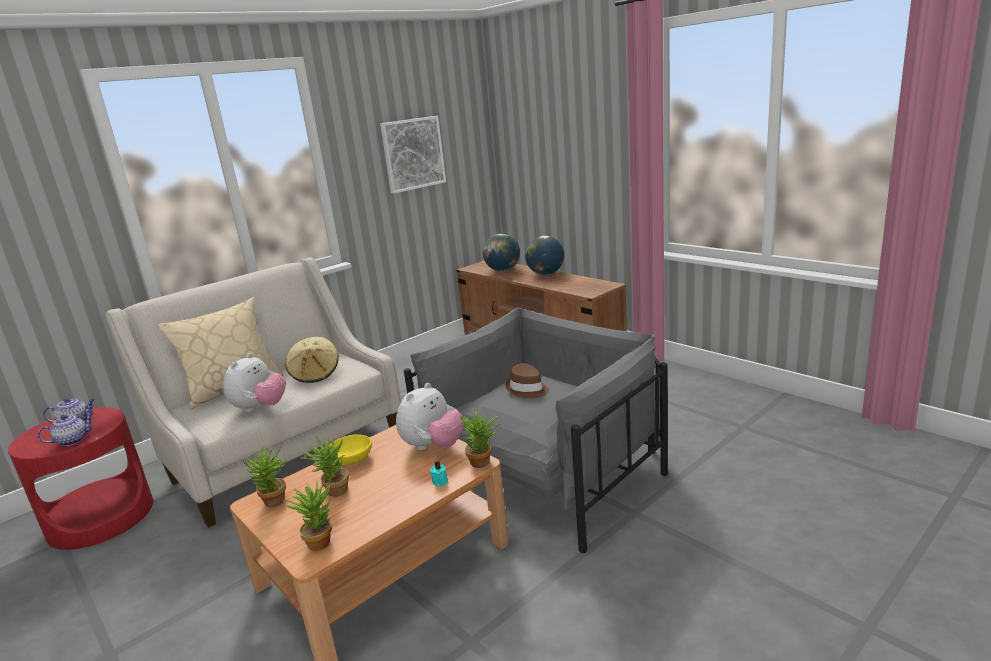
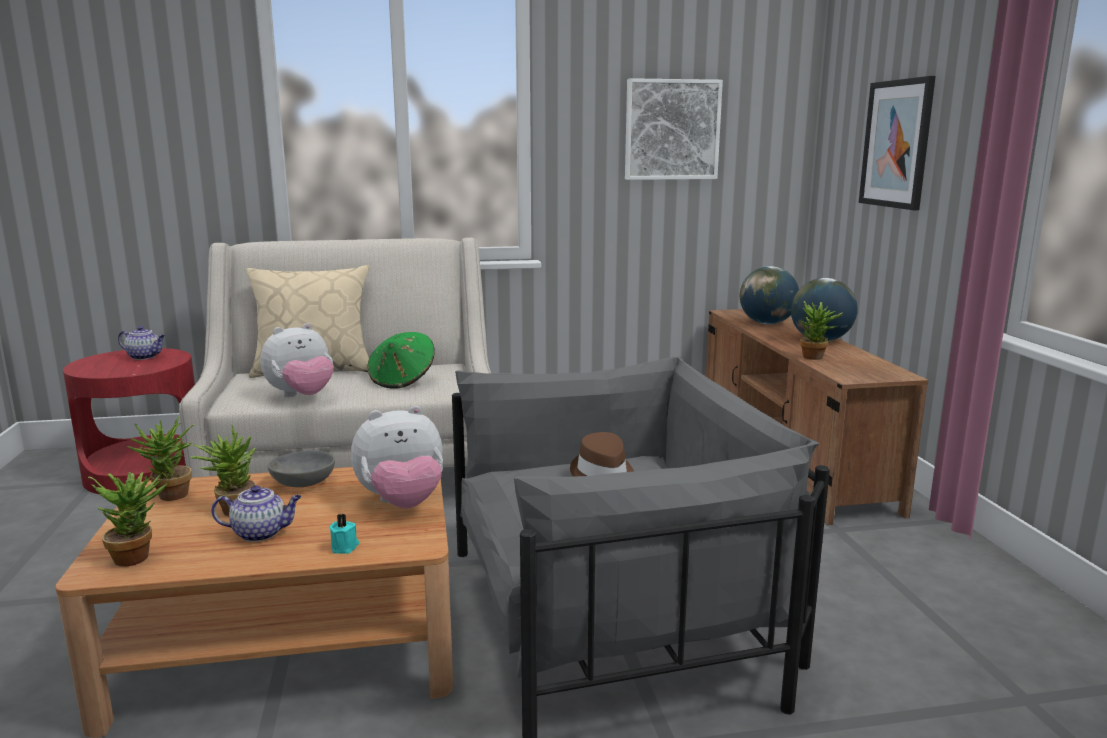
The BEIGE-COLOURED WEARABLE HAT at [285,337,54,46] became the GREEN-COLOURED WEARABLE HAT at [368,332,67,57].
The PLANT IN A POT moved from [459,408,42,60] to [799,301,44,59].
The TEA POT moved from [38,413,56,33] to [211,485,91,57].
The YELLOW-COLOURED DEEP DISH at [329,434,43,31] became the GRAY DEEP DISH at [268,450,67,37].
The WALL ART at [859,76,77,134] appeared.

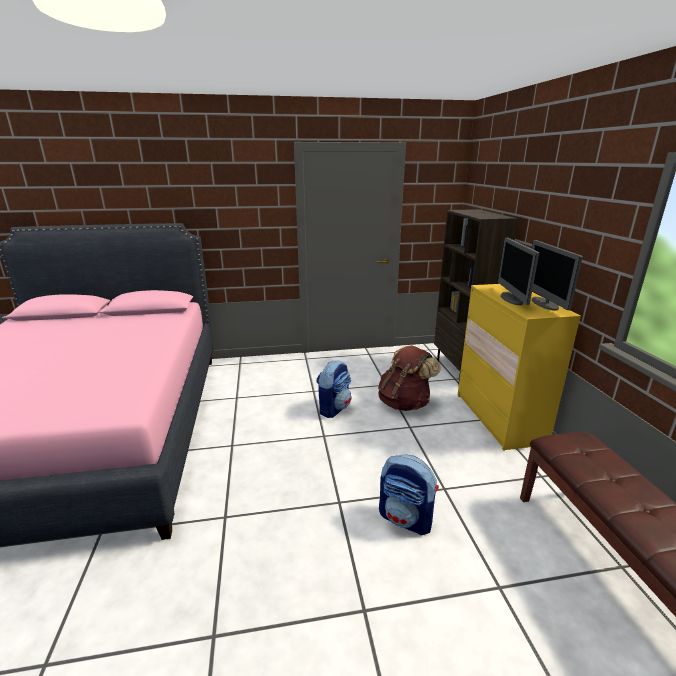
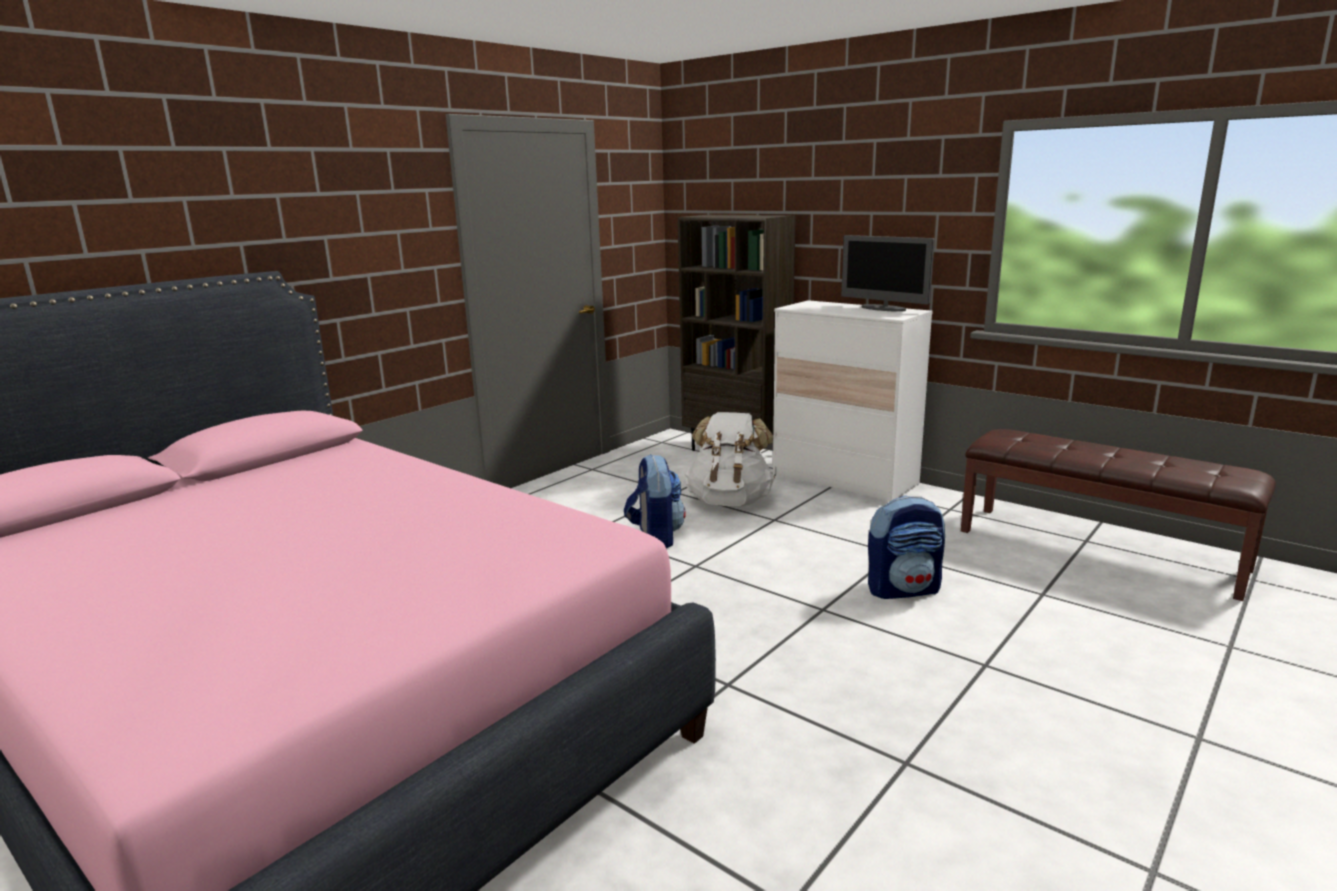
The MONITOR at [498,237,41,68] disappeared.
The YELLOW-COLOURED DRAWER CHEST at [457,284,124,167] became the WHITE-COLOURED DRAWER CHEST at [773,300,160,202].
The BROWN BACKPACK at [378,345,63,66] became the WHITE-COLOURED BACKPACK at [685,412,90,94].

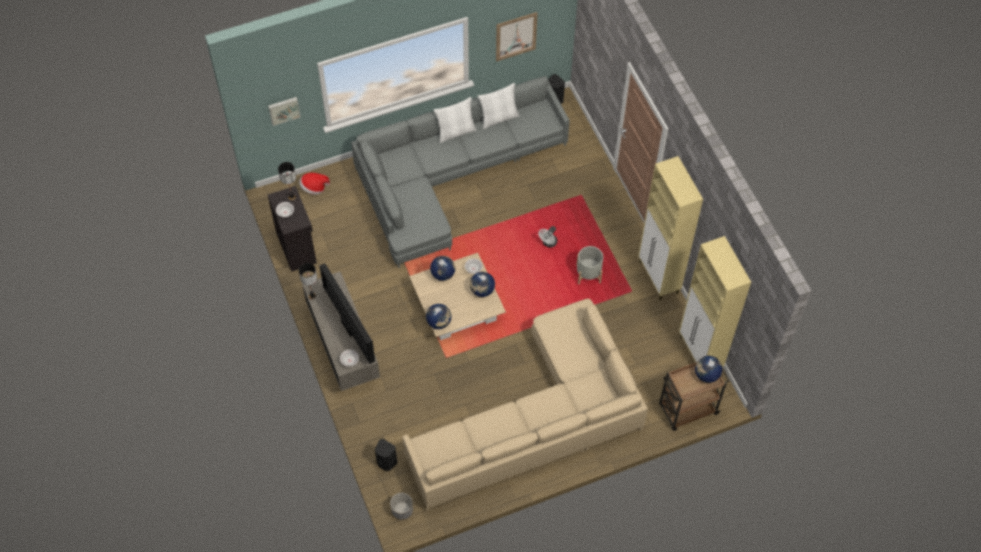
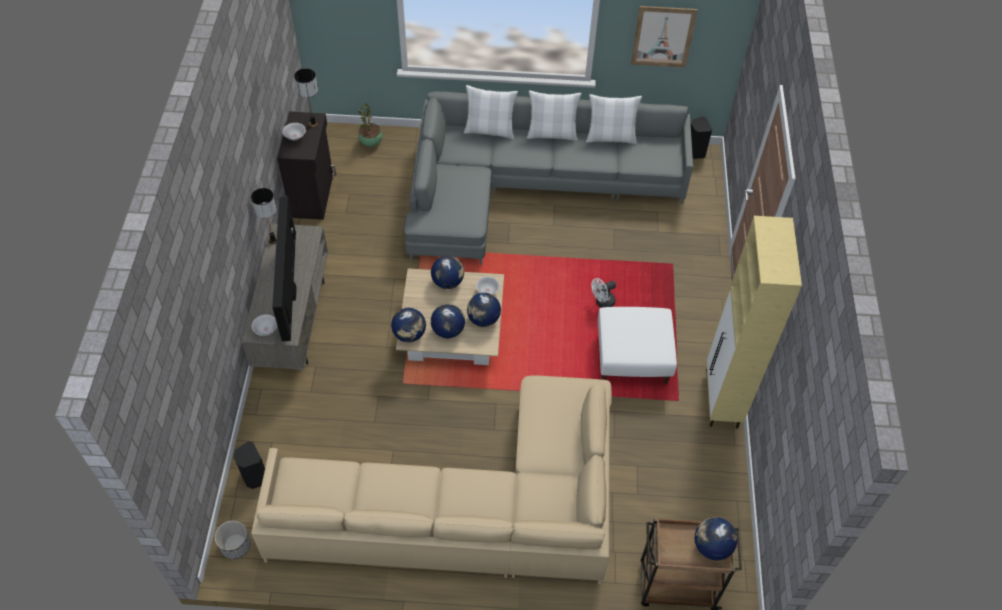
The WALL ART at [268,97,33,29] disappeared.
The WEARABLE HAT at [299,173,31,22] was replaced by the PLANT IN A POT at [358,103,24,44].
The BEIGE-COLOURED STORAGE CABINET at [679,236,72,131] disappeared.
The GRAY PLANT POT at [576,246,27,38] was replaced by the WHITE-COLOURED POUFFE at [598,307,79,77].
The WHITE-COLOURED CUSHION at [464,85,54,54] appeared.
The WORLD GLOBE at [431,304,34,34] appeared.

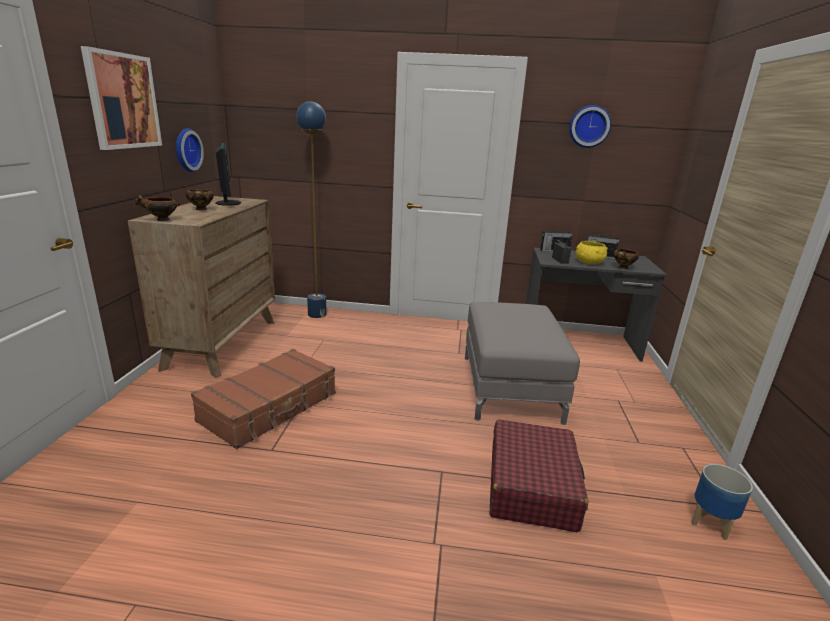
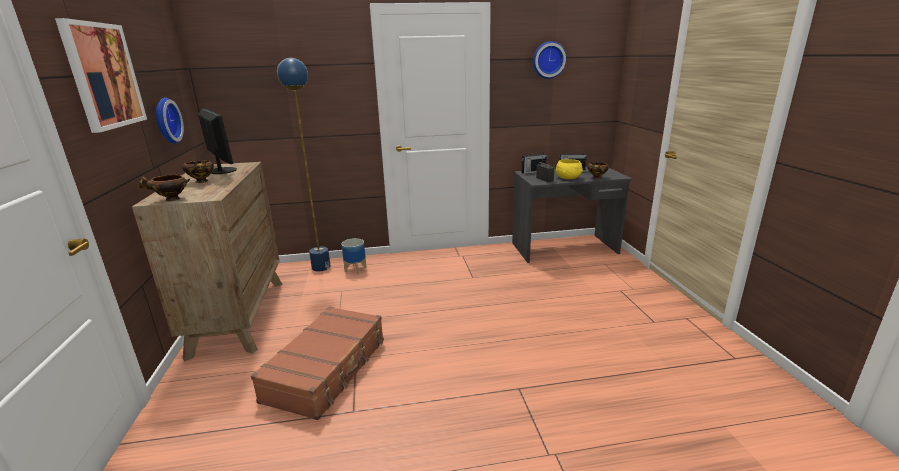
The GRAY POUFFE at [465,302,115,123] disappeared.
The RED-COLOURED PIECE OF LUGGAGE at [490,420,98,112] disappeared.
The PLANT POT moved from [691,464,62,76] to [341,238,26,36].

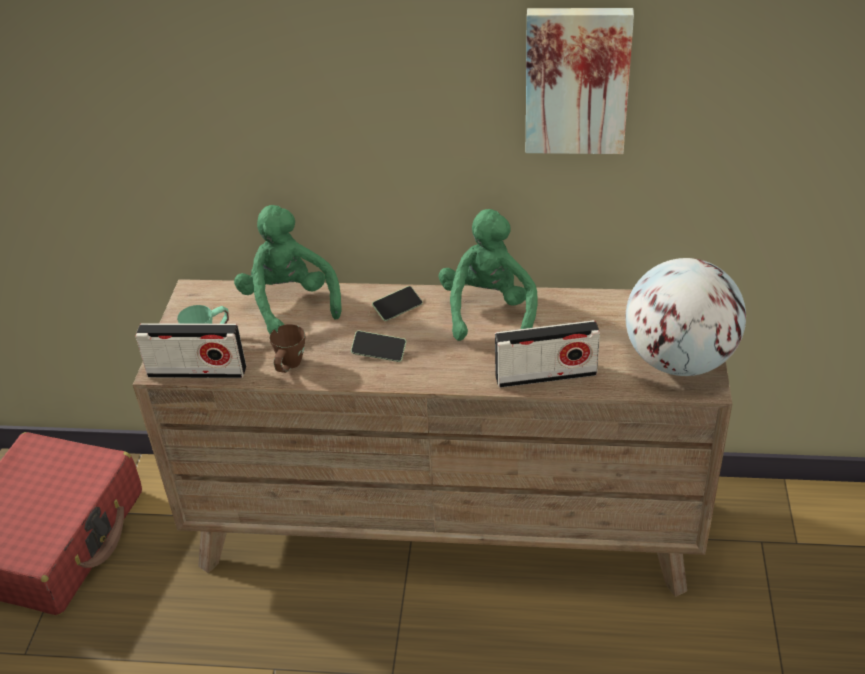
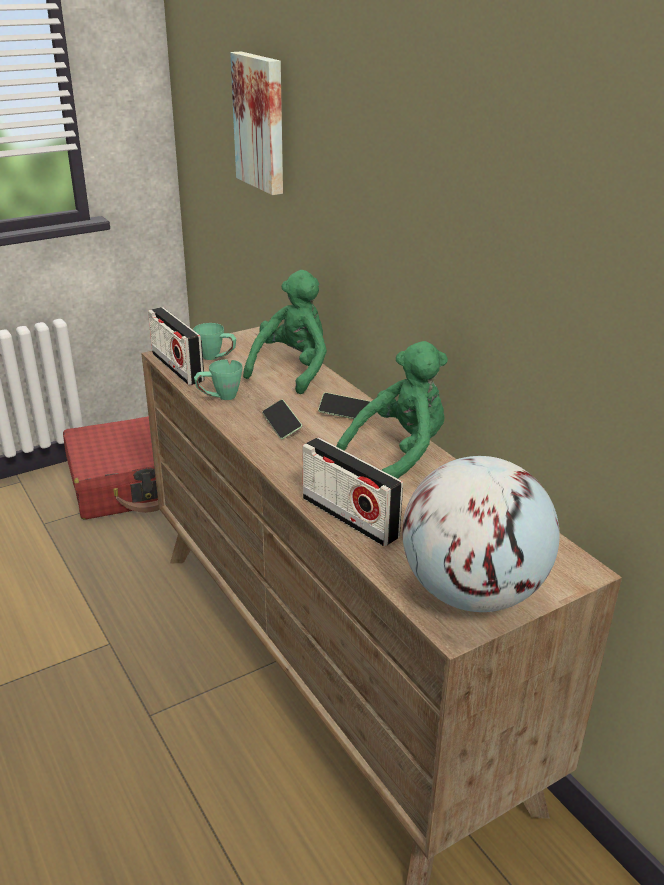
The WALL ART moved from [526,8,108,146] to [230,51,53,144].
The BROWN COFFEE MUG at [269,324,36,49] became the GREEN-COLOURED COFFEE MUG at [194,359,49,41].

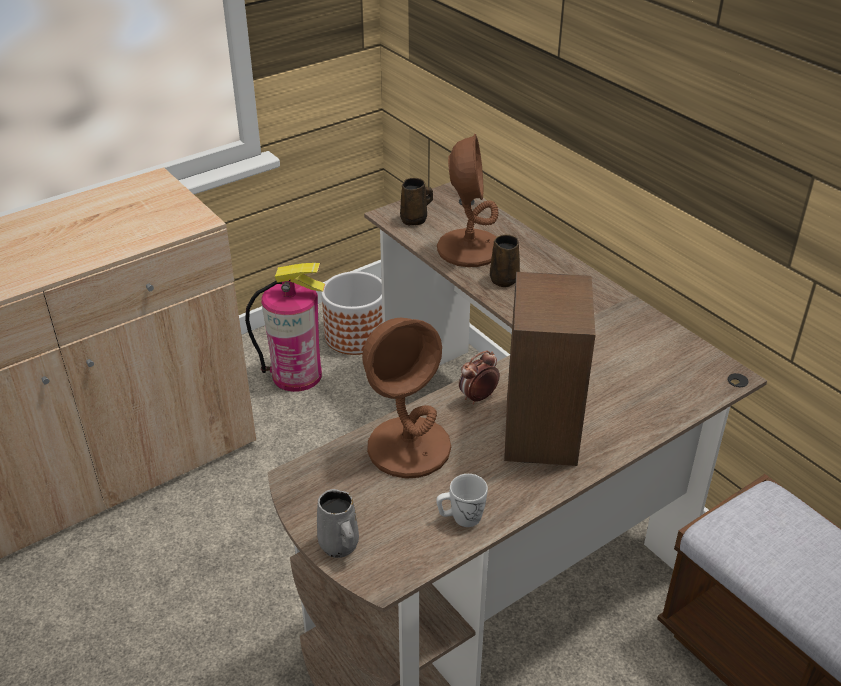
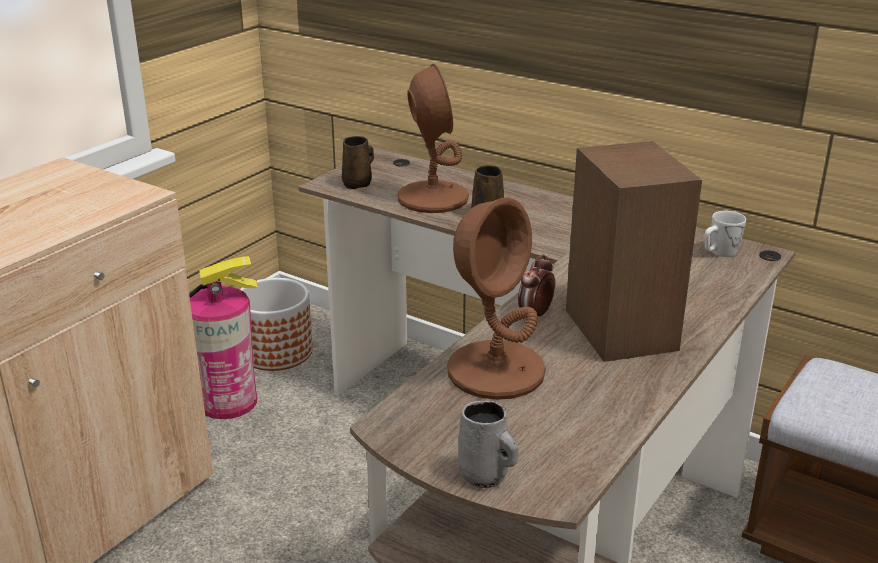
The WHITE-COLOURED COFFEE MUG moved from [436,474,52,53] to [704,211,42,46].

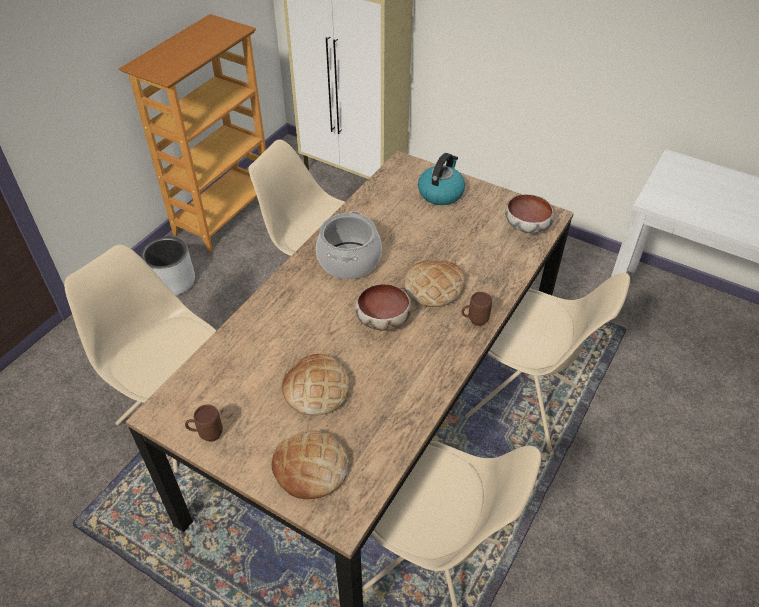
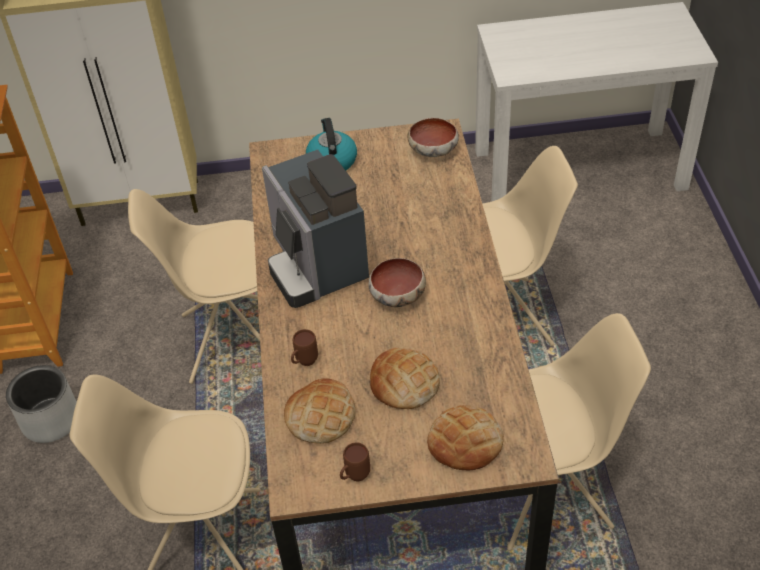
The COOKING POT at [316,211,66,68] was replaced by the COFFEE MAKER at [262,150,107,158].
The BAKERY BREAD moved from [404,261,61,46] to [284,379,72,65].
The BROWN COFFEE MUG moved from [462,292,30,34] to [291,329,27,37].

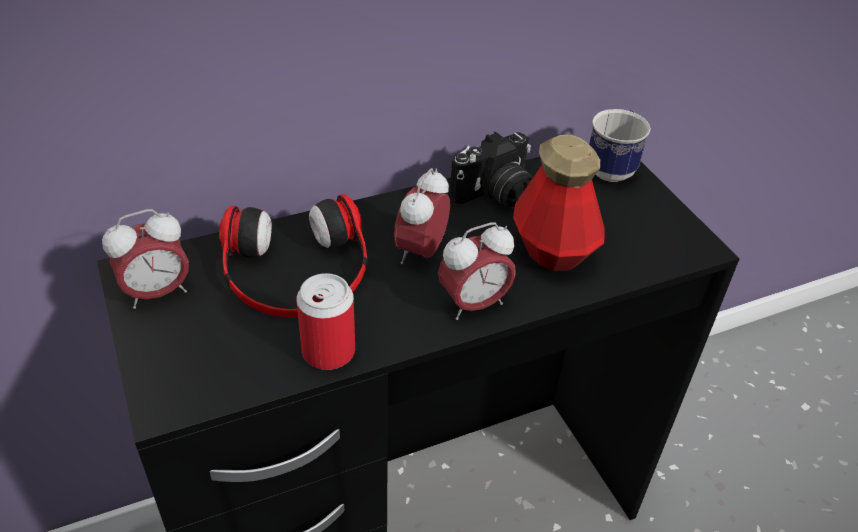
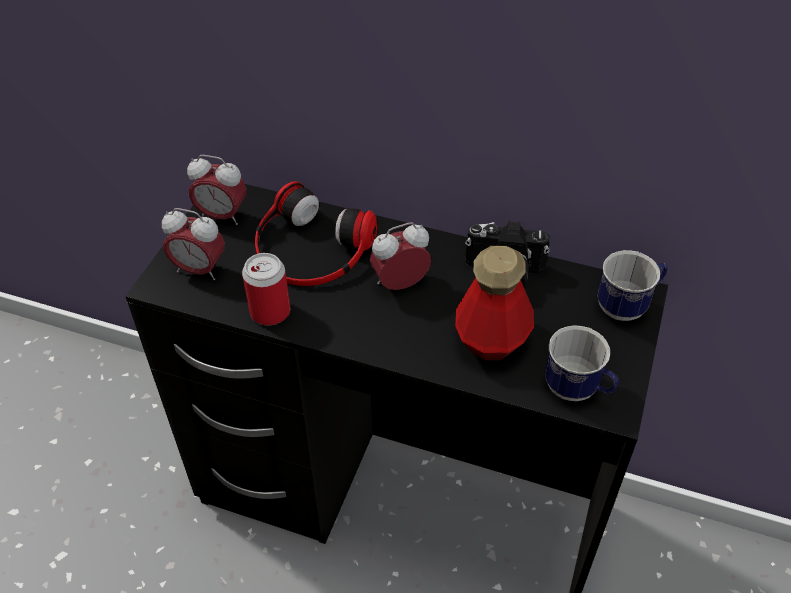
The TABLE CLOCK moved from [438,222,78,98] to [162,208,63,72].
The COFFEE MUG at [545,325,74,76] appeared.

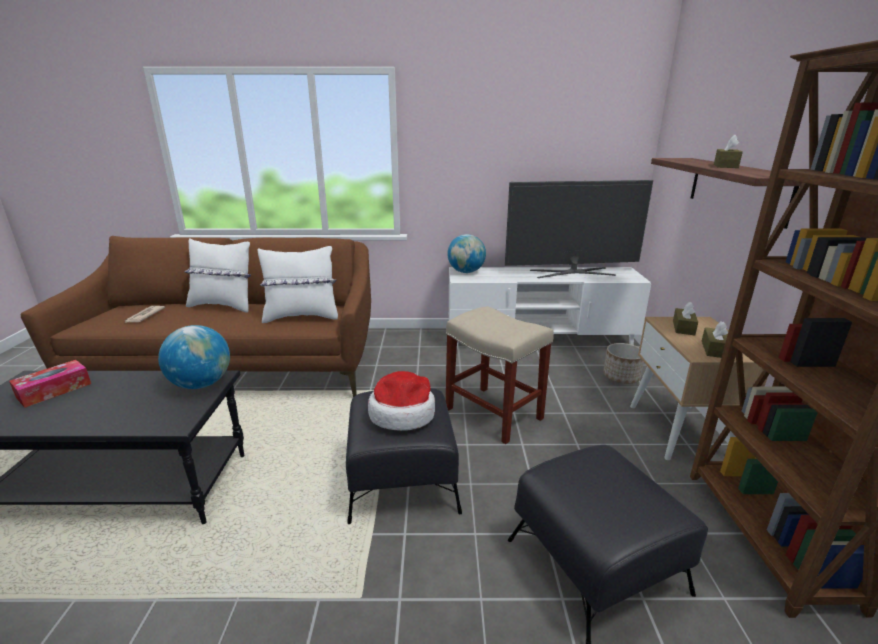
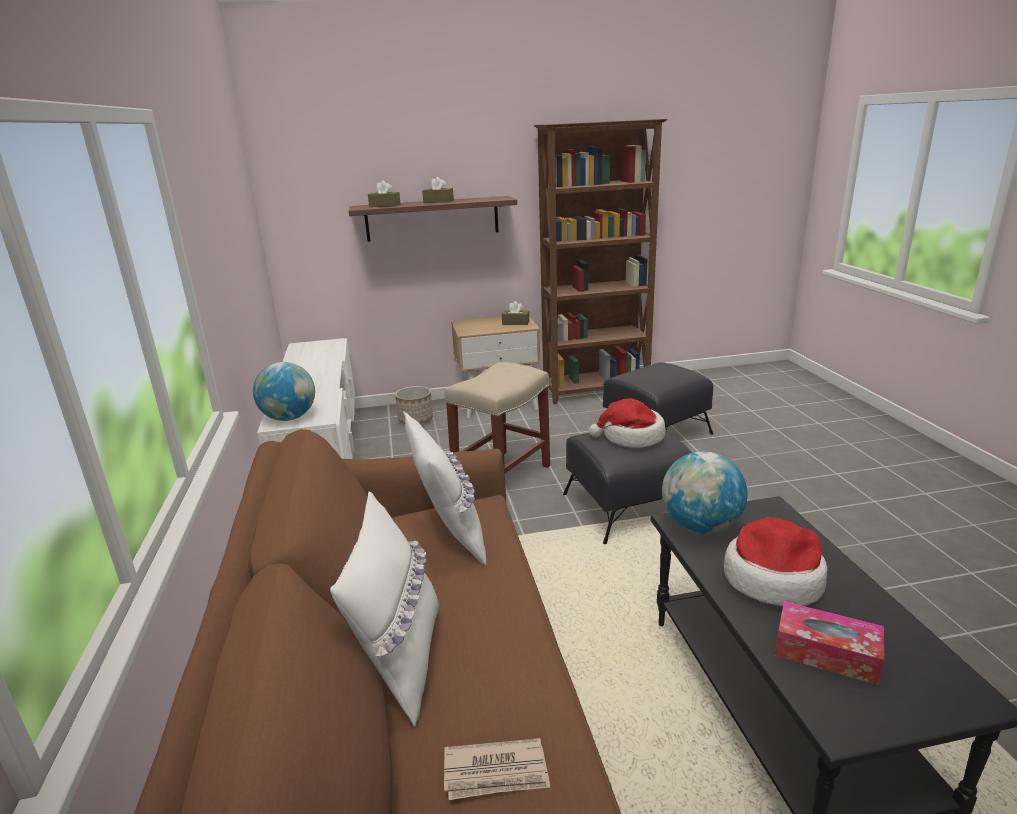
The TELEVISION at [505,180,148,98] disappeared.
The BROWN TISSUE HOLDER moved from [673,302,25,33] to [368,180,33,27].
The WEARABLE HAT at [724,517,104,89] appeared.

